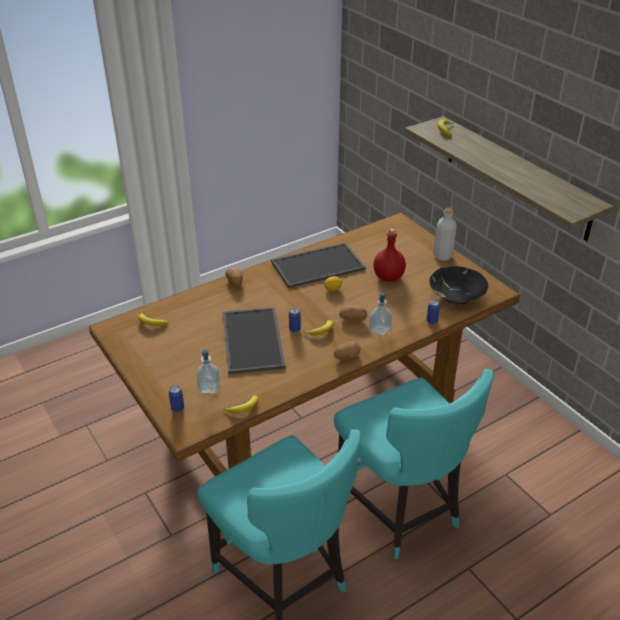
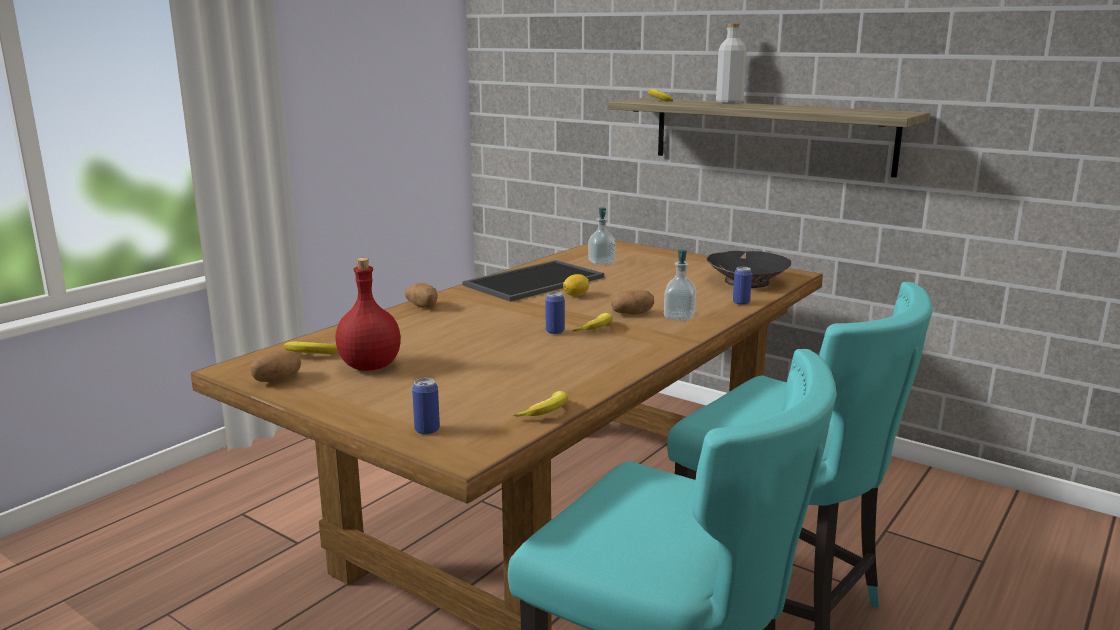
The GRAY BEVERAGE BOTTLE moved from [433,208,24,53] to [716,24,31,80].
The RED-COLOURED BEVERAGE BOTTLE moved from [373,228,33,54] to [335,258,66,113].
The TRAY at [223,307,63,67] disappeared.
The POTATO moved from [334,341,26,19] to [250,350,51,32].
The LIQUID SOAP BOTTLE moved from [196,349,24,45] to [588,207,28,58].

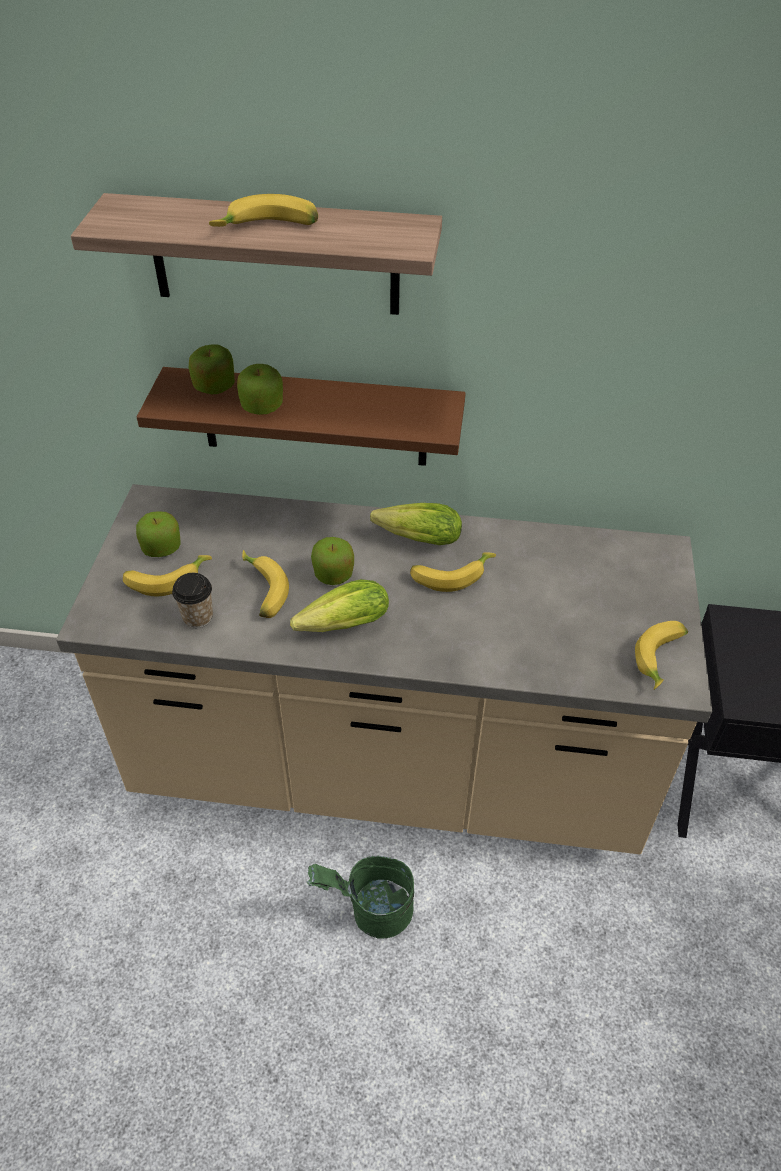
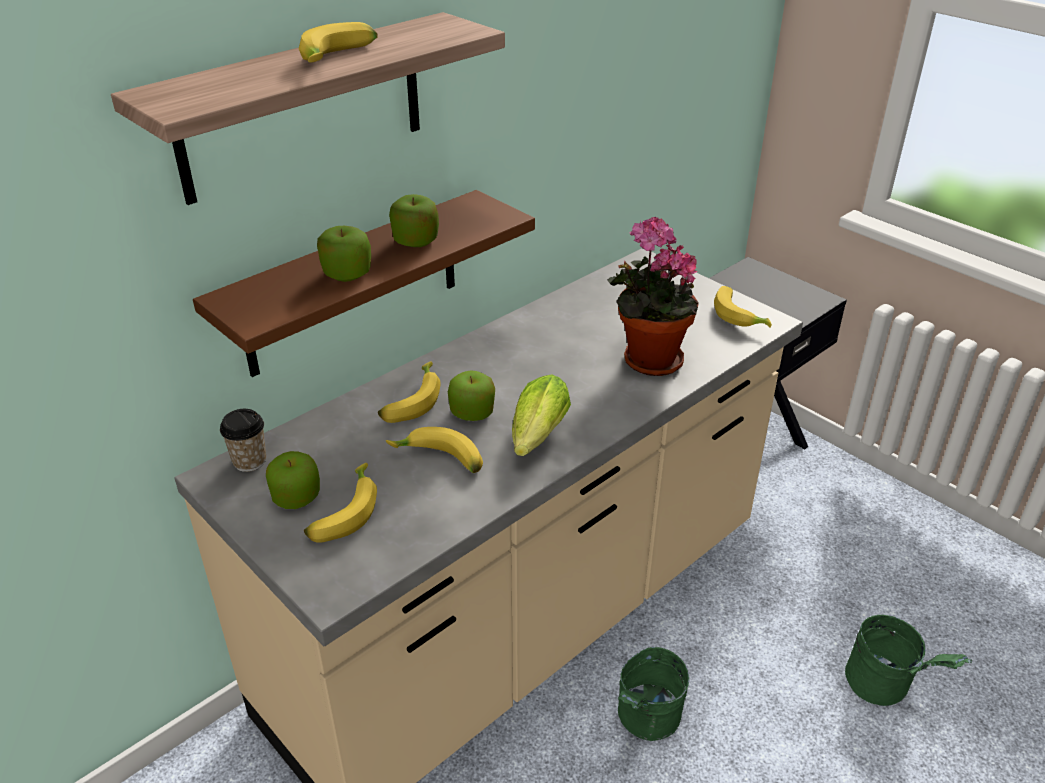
The APPLE FRUIT moved from [189,344,46,50] to [389,194,50,53].
The LETTUCE HEAD at [370,503,92,42] disappeared.
The WHOLE BANANA moved from [410,552,86,40] to [378,361,63,62].
The CUP moved from [172,573,41,55] to [220,409,46,63].
The PLANT IN A POT at [607,217,92,159] appeared.
The GREEN-COLOURED WATER BUCKET at [845,615,127,91] appeared.

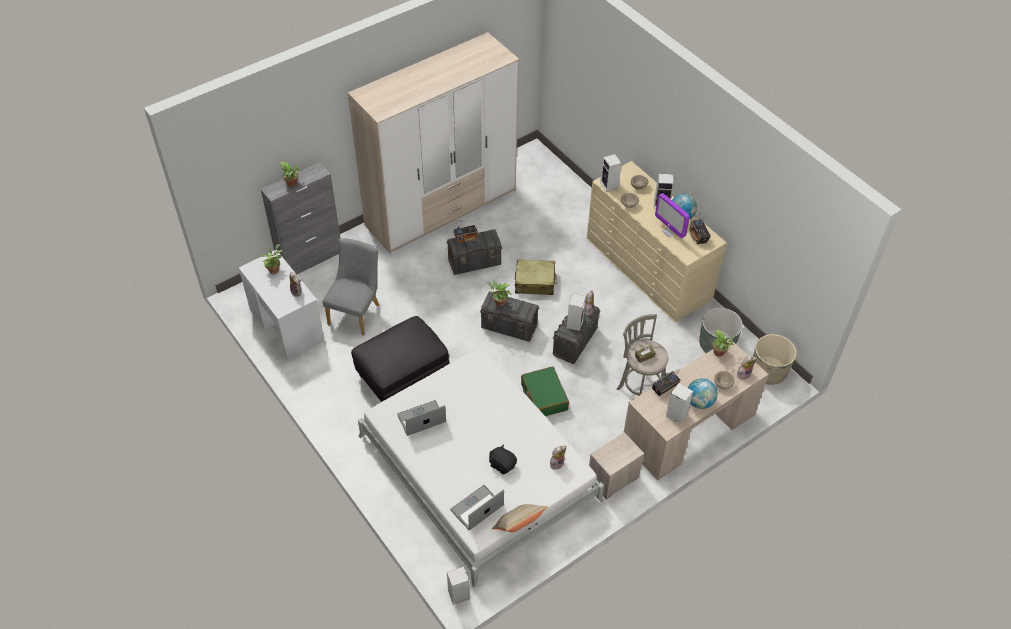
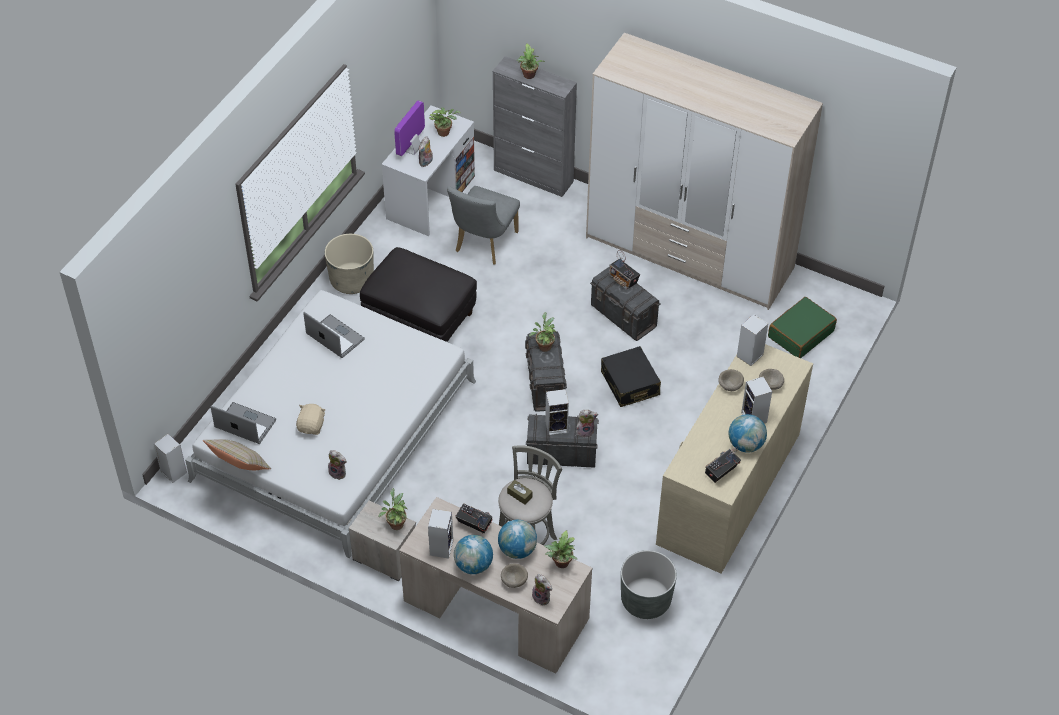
The MONITOR moved from [655,193,35,45] to [394,100,31,56].
The GRAY PLAIN CHAIR at [322,238,57,98] turned 120 degrees clockwise.
The BEIGE-COLOURED PIECE OF LUGGAGE at [515,260,42,35] became the BLACK PIECE OF LUGGAGE at [601,346,60,61].
The BEIGE-COLOURED PLANT POT moved from [753,334,43,51] to [325,234,49,60].
The GREEN-COLOURED PIECE OF LUGGAGE moved from [521,366,48,50] to [768,297,69,61].
The BLACK CUDDLY TOY at [489,444,28,30] became the BEIGE-COLOURED CUDDLY TOY at [296,404,30,31].
The PLANT IN A POT at [378,488,29,42] appeared.
The WORLD GLOBE at [498,520,39,39] appeared.

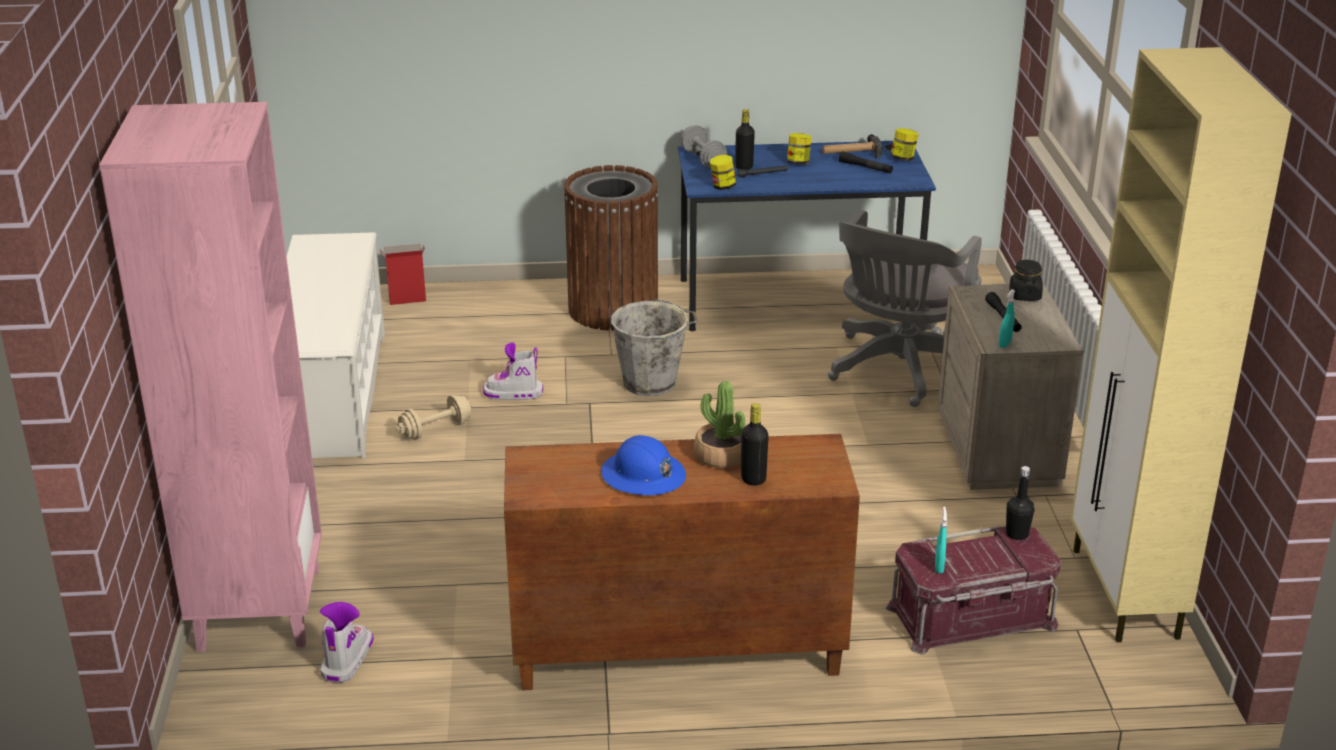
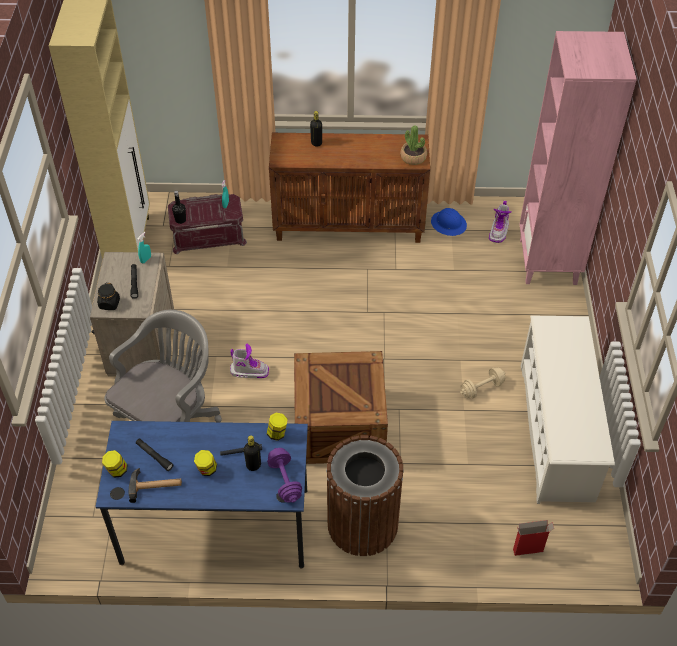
The GRAY FREE WEIGHT at [681,125,46,43] became the PURPLE FREE WEIGHT at [267,448,35,55].
The GRAY WATER BUCKET at [611,299,87,97] was replaced by the PACKING CRATE at [294,351,94,113].
The HIGH-TOP BOOT moved from [483,343,60,57] to [230,344,39,35].
The PLANT IN A POT moved from [694,381,51,87] to [400,125,27,40].
The BLUE-COLOURED WORK HELMET moved from [601,435,85,60] to [431,208,36,28].

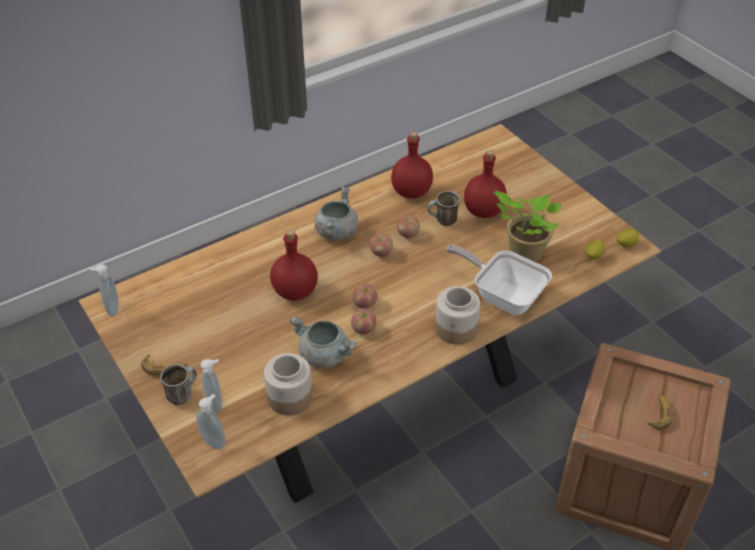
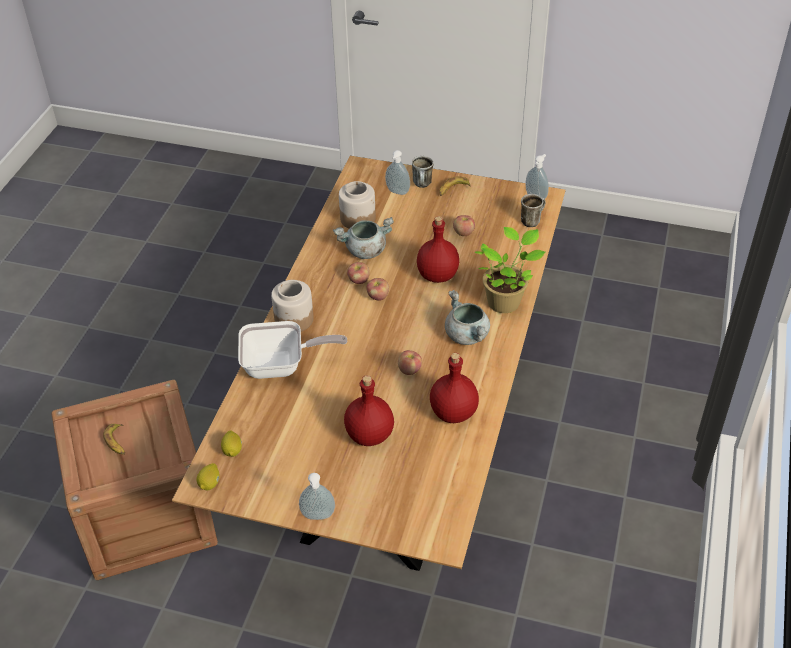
The COFFEE MUG moved from [428,191,32,35] to [521,194,25,33].
The PLANT IN A POT moved from [493,191,68,71] to [475,227,70,86].
The APPLE FRUIT moved from [370,234,23,23] to [453,215,22,21].
The LIQUID SOAP BOTTLE moved from [196,394,30,55] to [299,473,36,47].

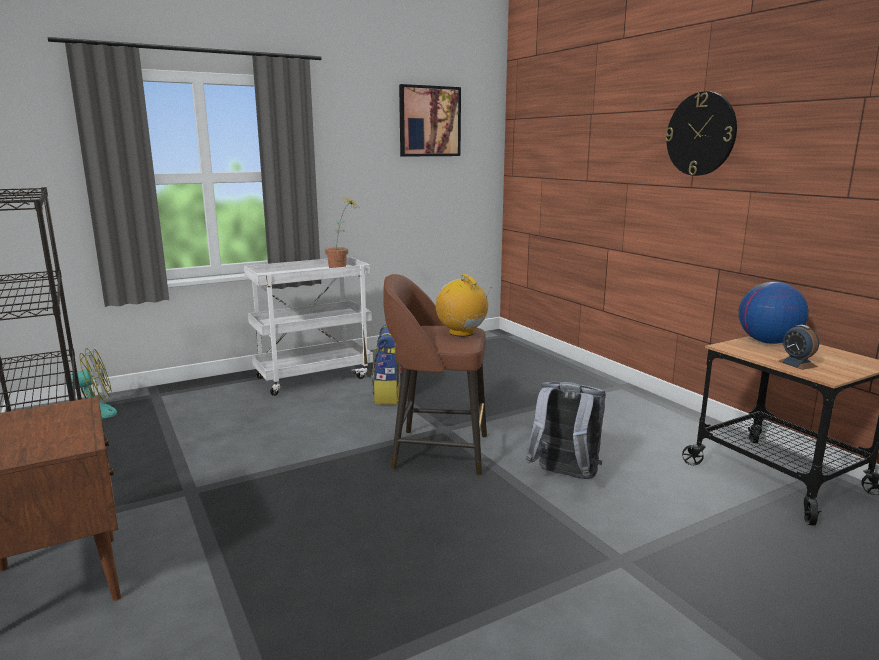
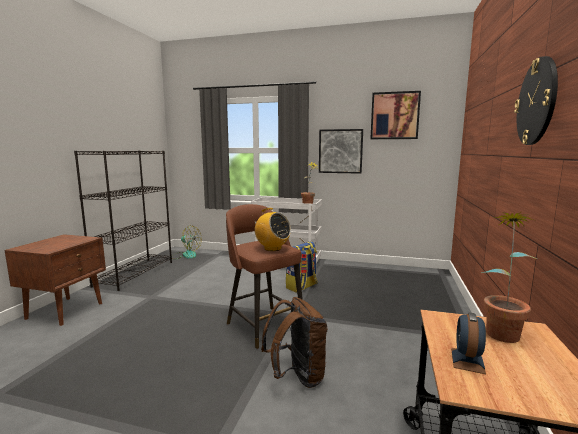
The RADIO RECEIVER at [436,274,55,63] turned 120 degrees clockwise.
The WORLD GLOBE at [738,282,71,62] was replaced by the PLANT IN A POT at [482,211,55,132].
The GRAY BACKPACK at [526,382,80,97] became the BROWN BACKPACK at [261,297,67,91].
The WALL ART at [319,129,44,45] appeared.

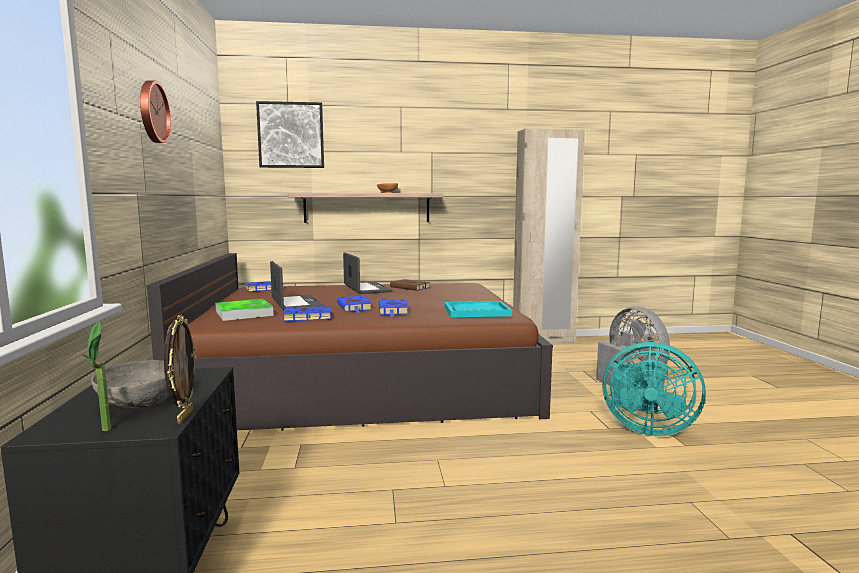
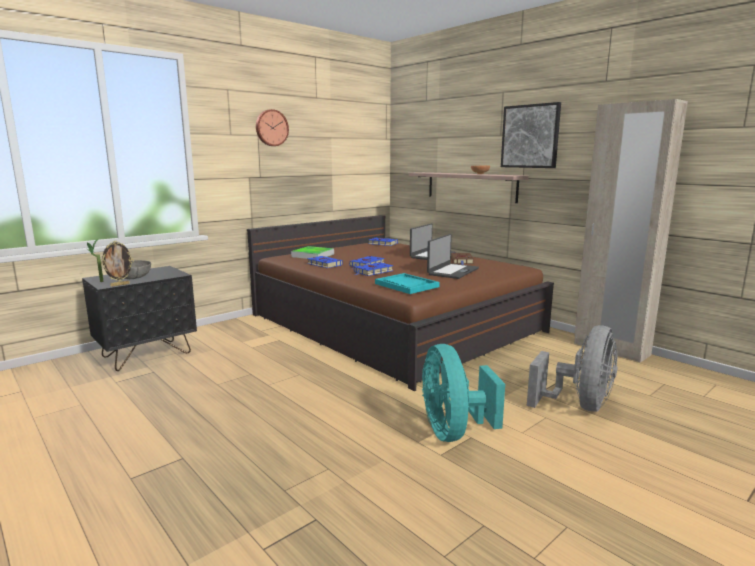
The WALL ART moved from [256,101,68,67] to [501,102,60,66].
The NOTEBOOK COMPUTER moved from [270,261,54,49] to [427,234,52,45].

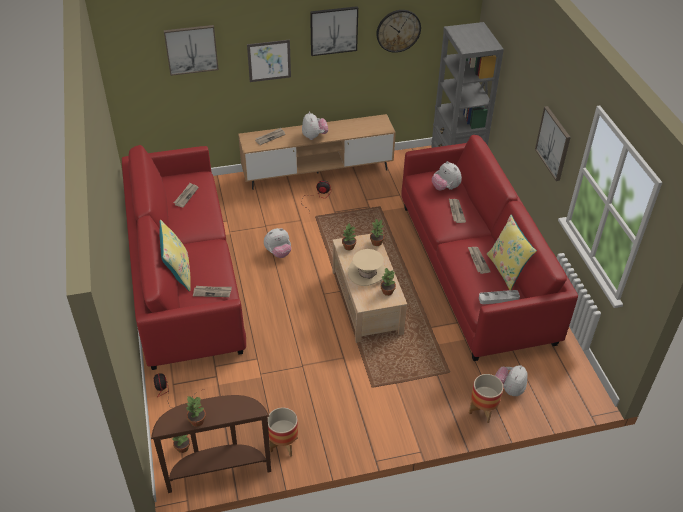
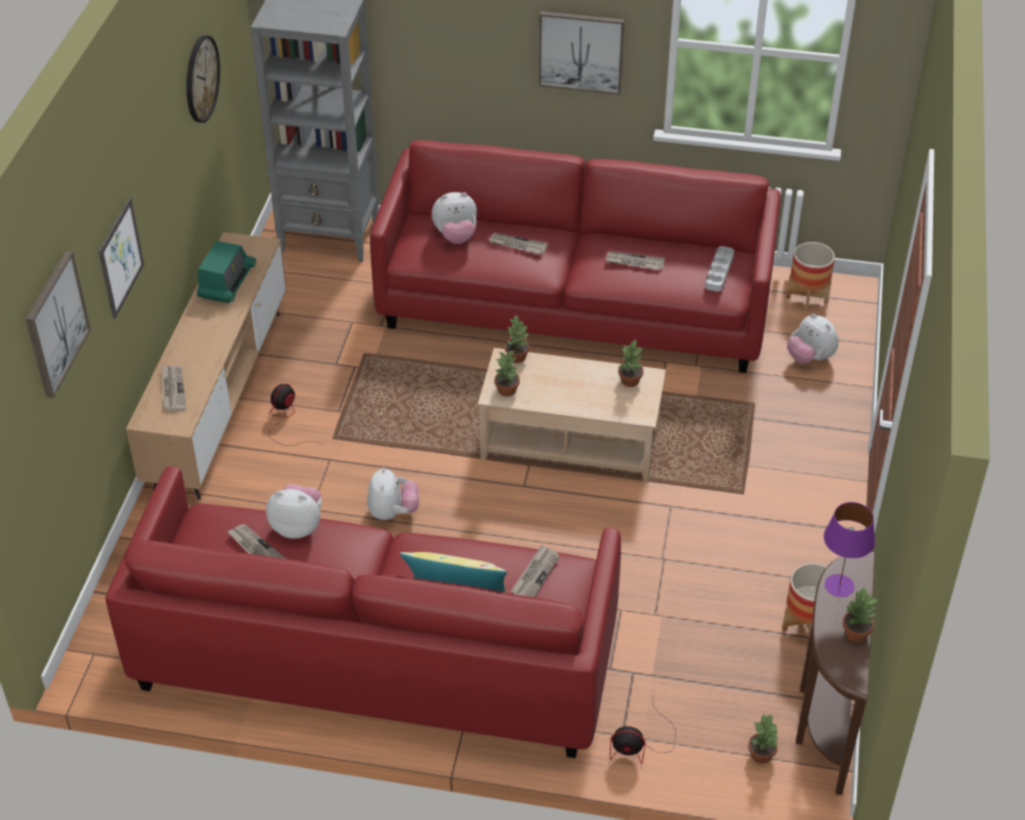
The WALL ART at [310,6,48,50] disappeared.
The CUDDLY TOY moved from [302,112,26,28] to [266,484,56,55].
The YELLOW-COLOURED CUSHION at [487,215,50,75] disappeared.
The BEIGE-COLOURED WEARABLE HAT at [348,249,38,37] disappeared.
The PLANT POT moved from [469,374,34,49] to [786,242,49,71].
The RADIO RECEIVER at [197,241,59,62] appeared.
The PURPLE TABLE LAMP at [824,502,51,95] appeared.

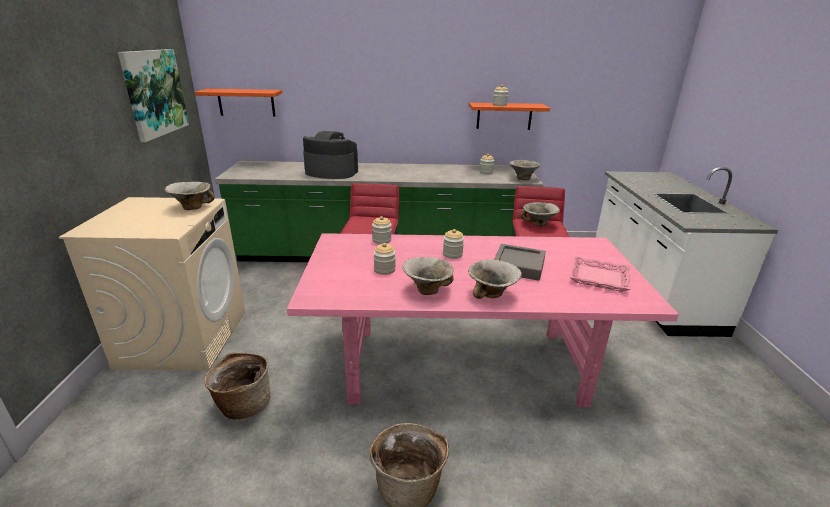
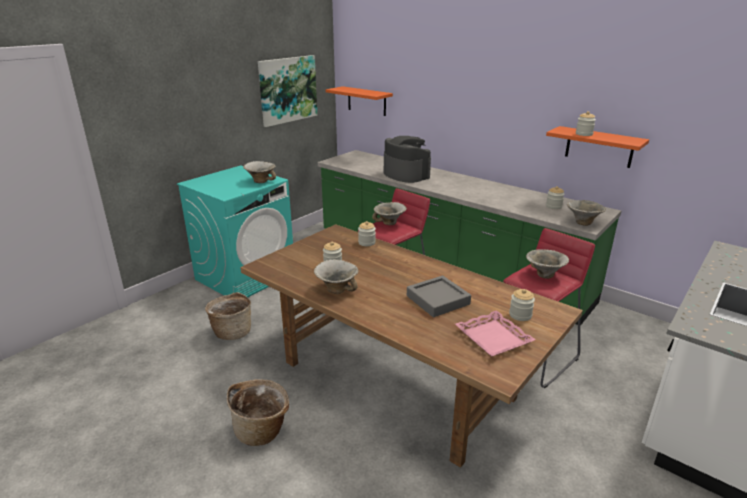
The BEIGE-COLOURED LAUNDRY MACHINE at [59,197,186,174] became the BLUE-GREEN LAUNDRY MACHINE at [177,165,116,132].
The STORAGE JAR moved from [443,229,21,30] to [509,289,26,32].
The PINK-COLOURED DINNER TABLE at [287,233,392,174] became the BROWN DINNER TABLE at [240,224,343,244].
The DEEP DISH moved from [468,259,54,40] to [372,202,35,23].

